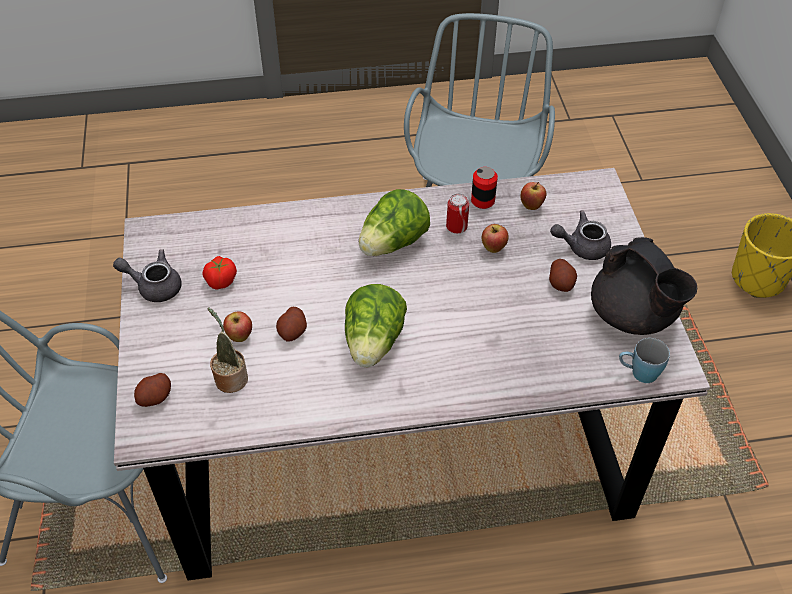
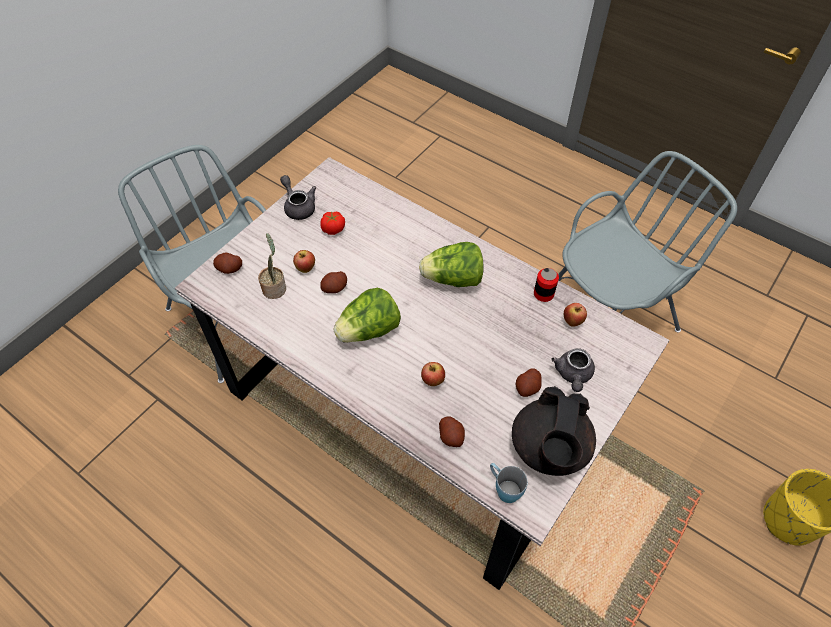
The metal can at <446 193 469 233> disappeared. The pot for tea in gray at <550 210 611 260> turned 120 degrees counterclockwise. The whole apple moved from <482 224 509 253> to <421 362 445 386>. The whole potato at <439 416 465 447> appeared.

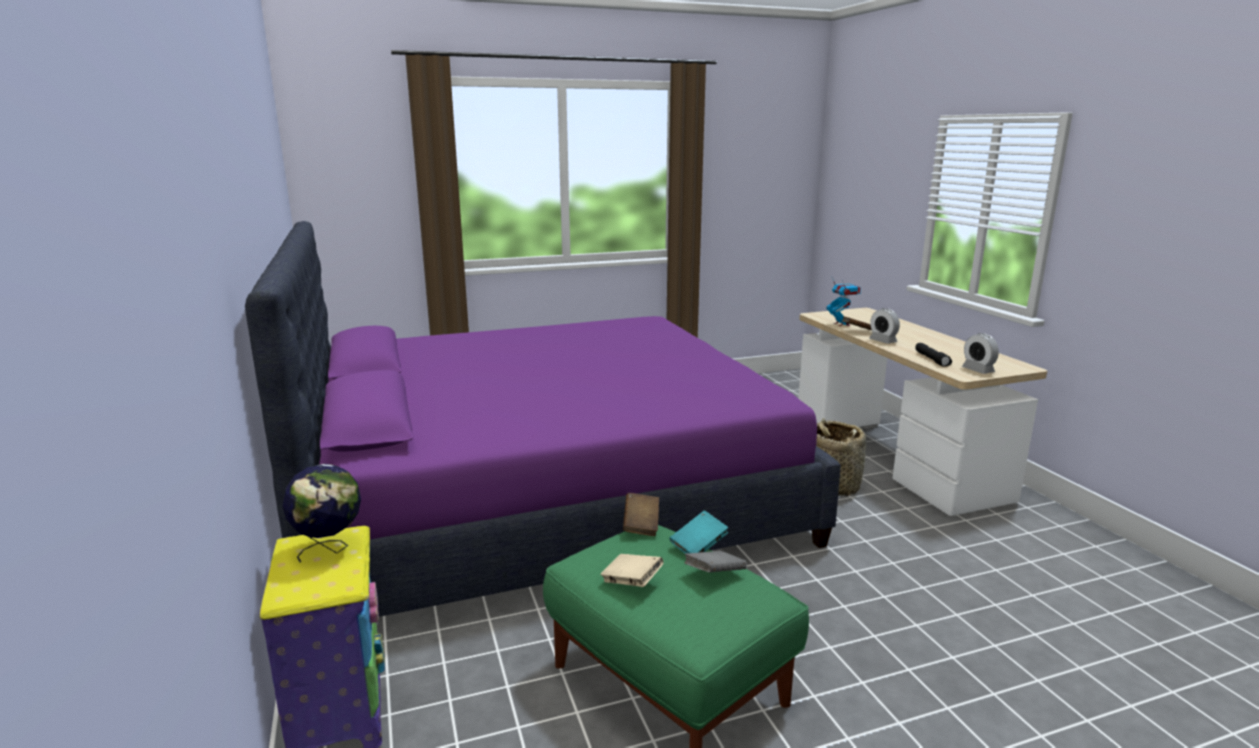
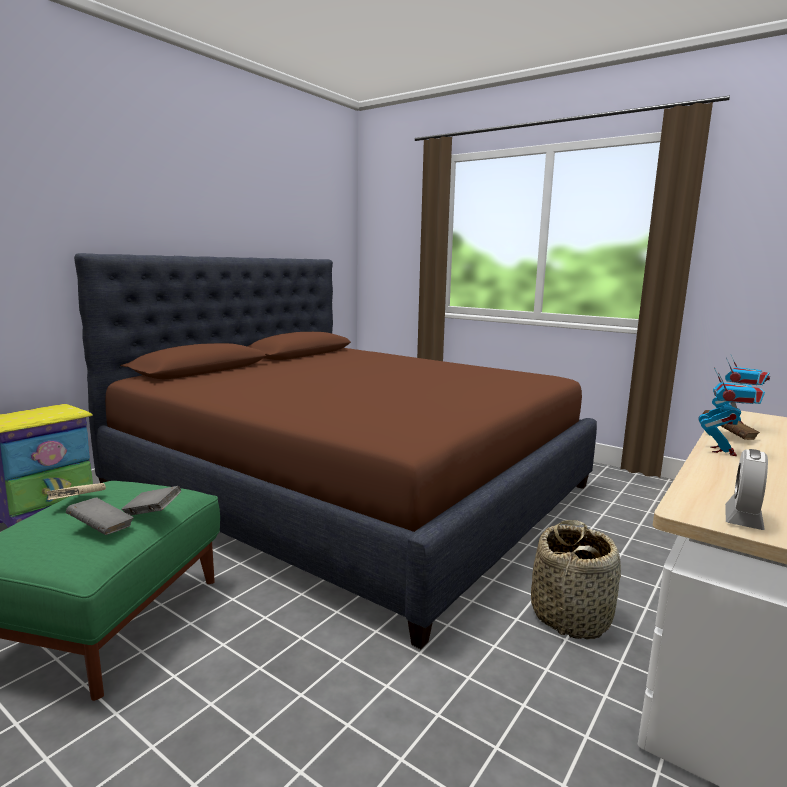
The bed in purple at <245 221 841 617> became the bed in brown at <74 253 597 649>. The bedside clock at <869 308 900 344> was replaced by the model robot at <698 367 765 456>. The flashlight in black at <915 343 952 367> disappeared. The globe at <282 464 361 562> disappeared. The volume in brown at <623 493 659 536> disappeared. The volume in turquoise-coloured at <670 511 728 554> became the volume in gray at <121 486 181 515>.

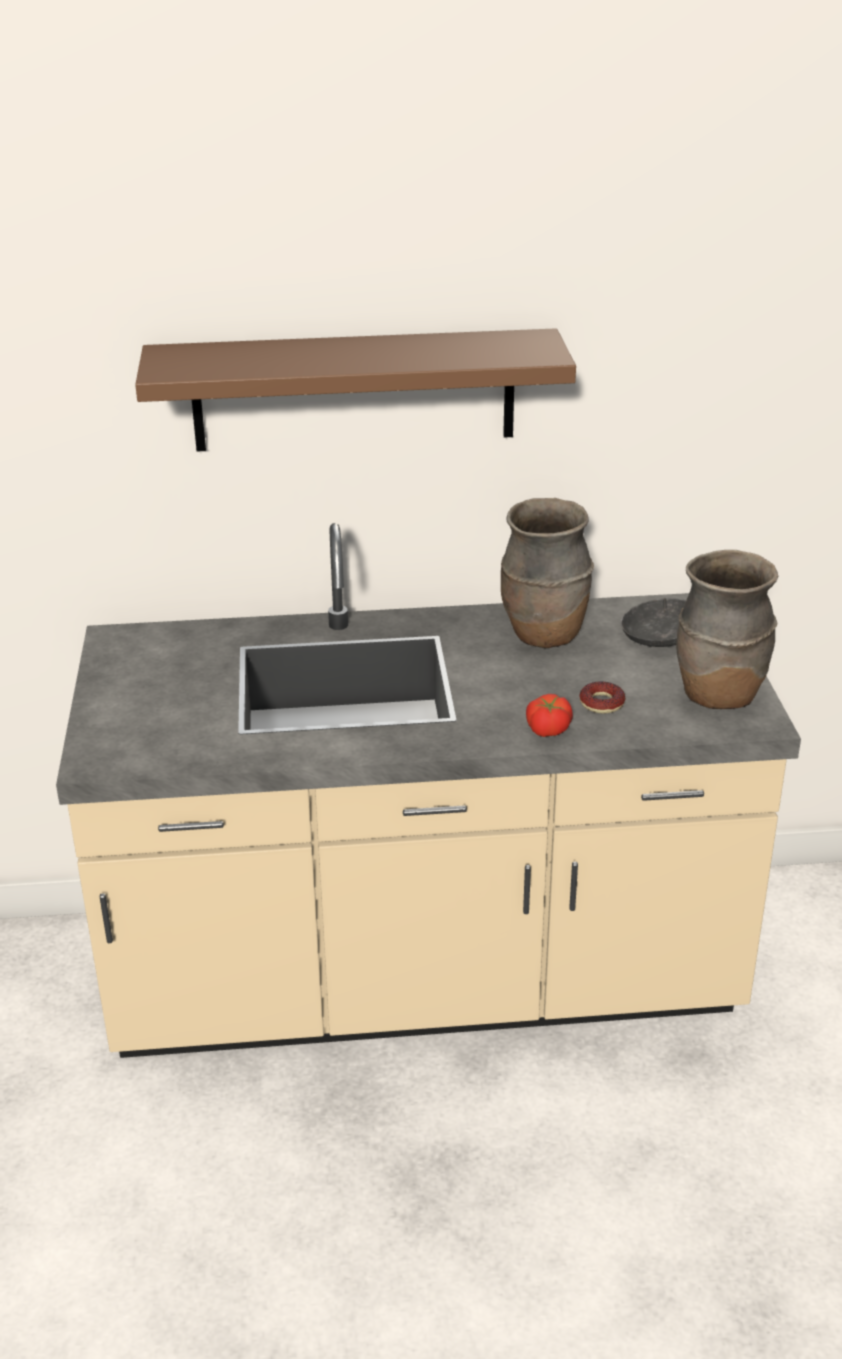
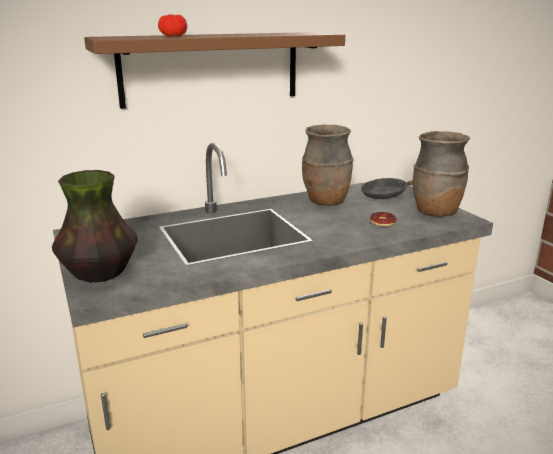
The whole tomato moved from <526 694 573 737> to <158 14 187 36>. The decorative vase at <52 170 138 282> appeared.

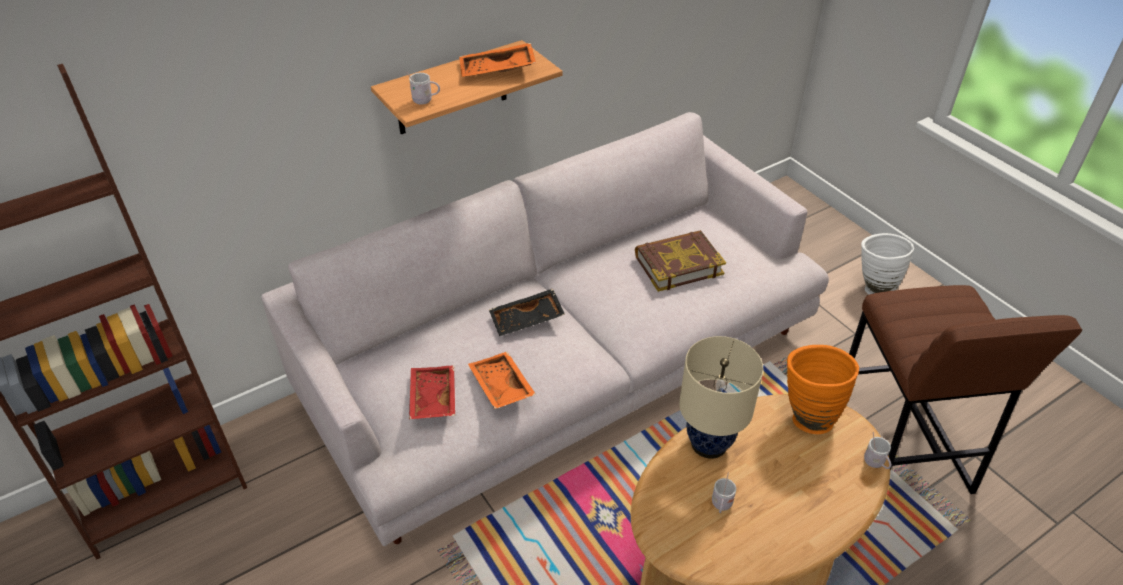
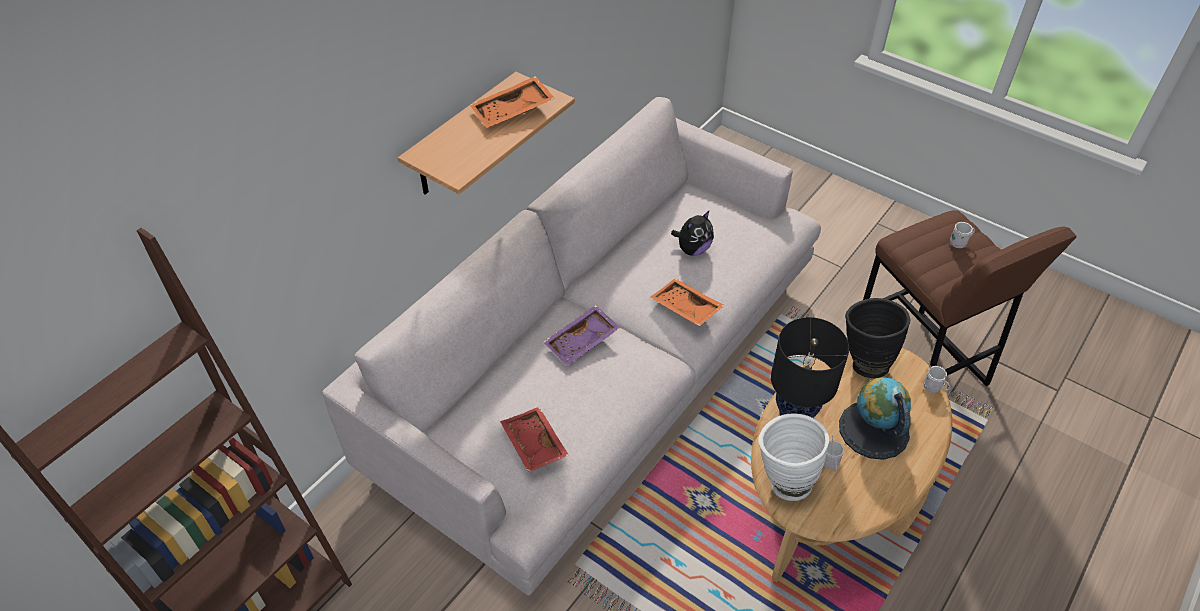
The tea mug in white moved from <406 72 440 105> to <950 222 975 248>. The volume at <635 230 726 292> was replaced by the soft toy at <671 210 714 256>. The decorative vase in white moved from <861 233 914 294> to <758 413 829 501>. The carrying tray in black at <489 289 565 336> became the carrying tray in purple at <544 305 620 365>. The lamp for a table in beige-coloured at <679 336 763 459> became the lamp for a table in black at <771 317 849 418>. The decorative vase in orange at <787 345 859 434> became the decorative vase in black at <845 298 910 378>. The carrying tray in orange moved from <468 352 536 409> to <650 278 725 326>. The globe at <839 377 911 460> appeared.

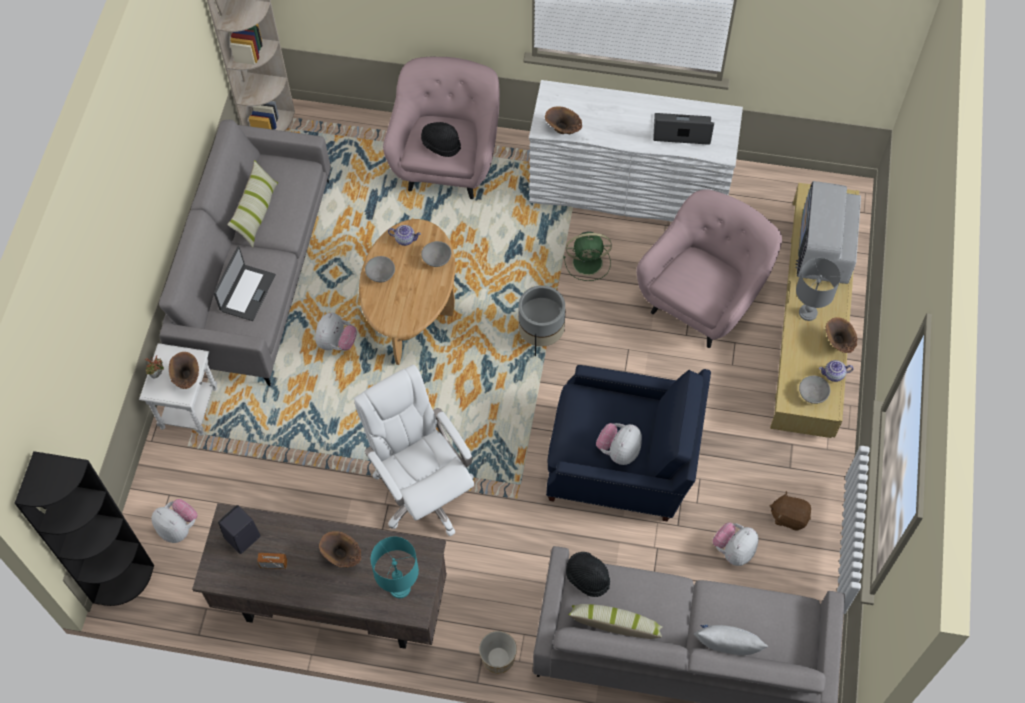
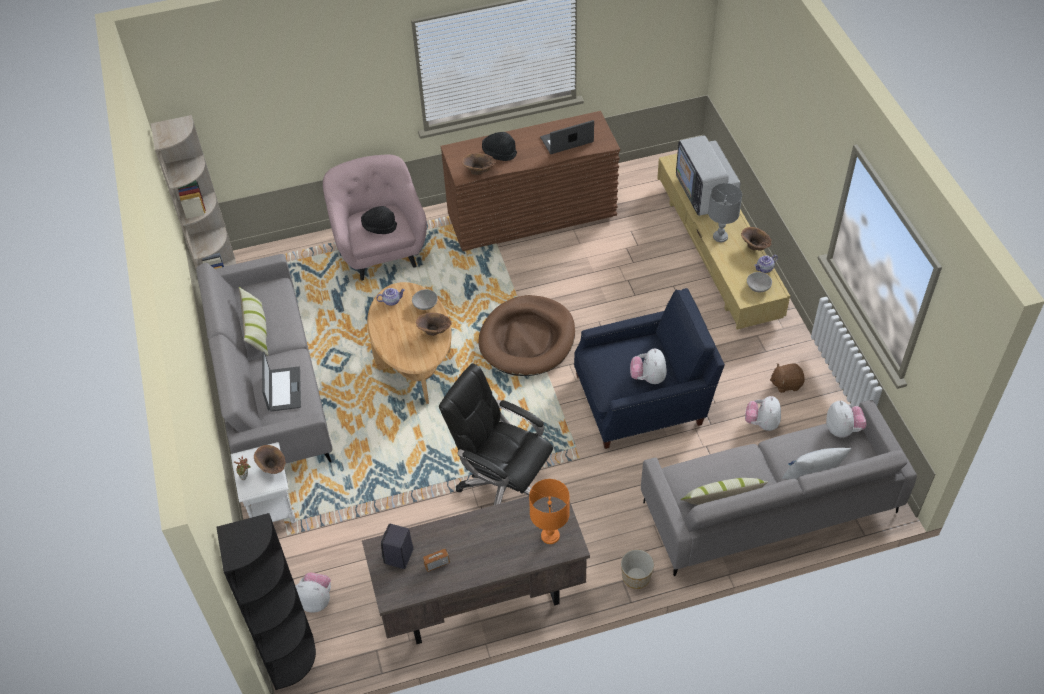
The chest of drawers in white at <529 80 743 222> became the chest of drawers in brown at <441 111 620 251>. The easy chair in pink-coloured at <636 189 782 348> disappeared. The electric fan in greenish at <563 231 612 281> disappeared. The deep dish in gray at <365 256 395 282> disappeared. The flower pot in gray at <518 285 566 356> was replaced by the pet bed in brown at <479 295 575 376>. The soft toy moved from <315 313 357 350> to <826 401 866 437>. The computer chair in white at <354 365 474 536> became the computer chair in black at <439 363 553 505>. The decorative vase in brown moved from <319 531 361 567> to <416 313 451 336>. The lamp for a table in turquoise-coloured at <371 537 419 598> became the lamp for a table in orange at <529 479 570 544>. The clothing hat in black moved from <566 552 610 597> to <482 132 517 161>.

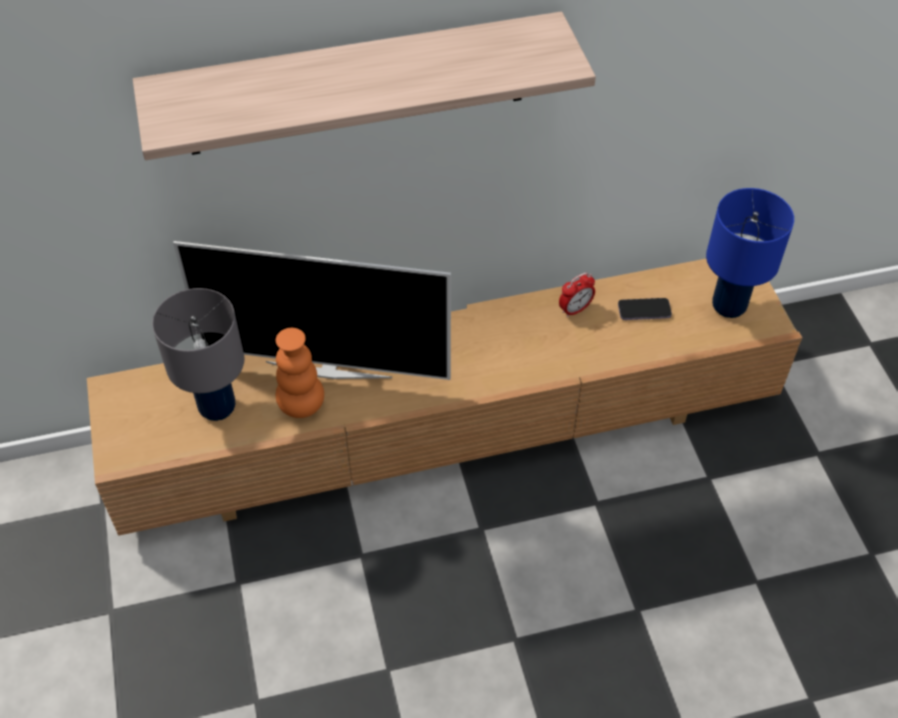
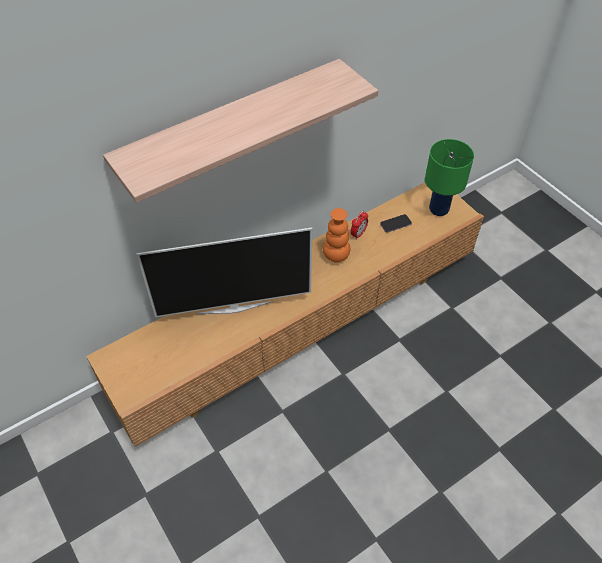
The lamp for a table in bluish at <706 188 794 318> became the lamp for a table in greenish at <425 139 474 216>. The lamp for a table in gray at <152 288 244 421> disappeared. The decorative vase in orange moved from <276 328 324 418> to <323 208 350 263>.

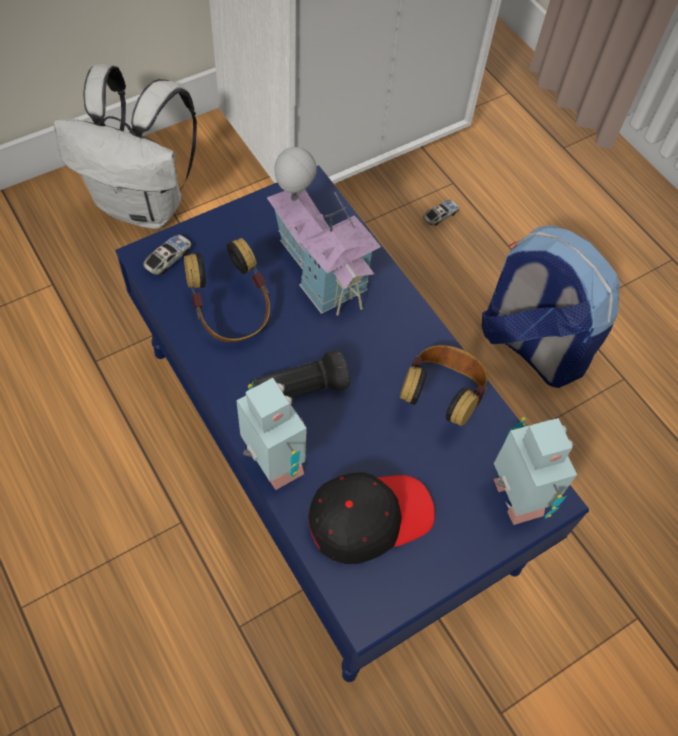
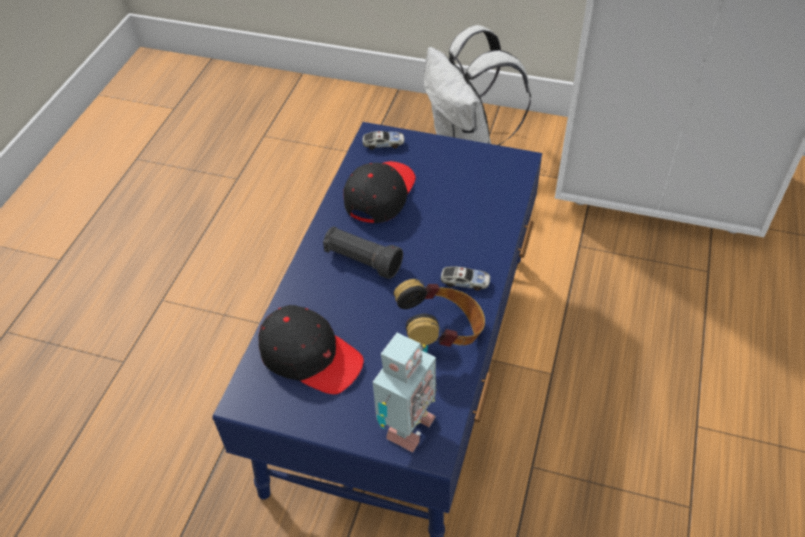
The miniature house at <267 147 381 316> disappeared. The miniature car moved from <423 200 459 226> to <441 266 490 291>. The backpack at <482 225 619 388> disappeared. The headset at <184 238 270 342> was replaced by the baseball cap in black at <343 161 416 223>. The model robot at <236 378 307 490> disappeared.

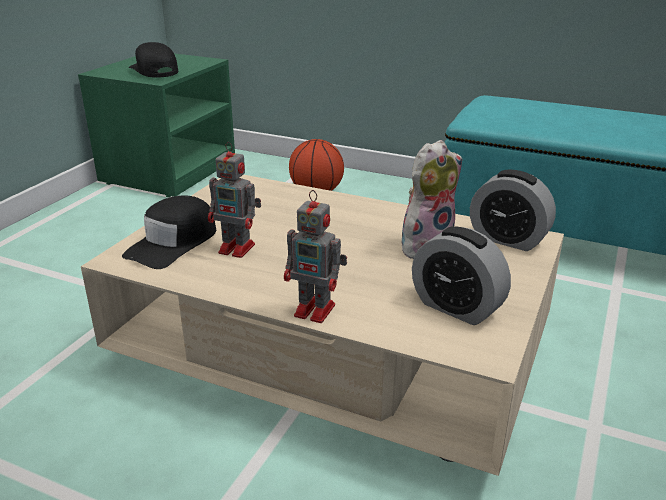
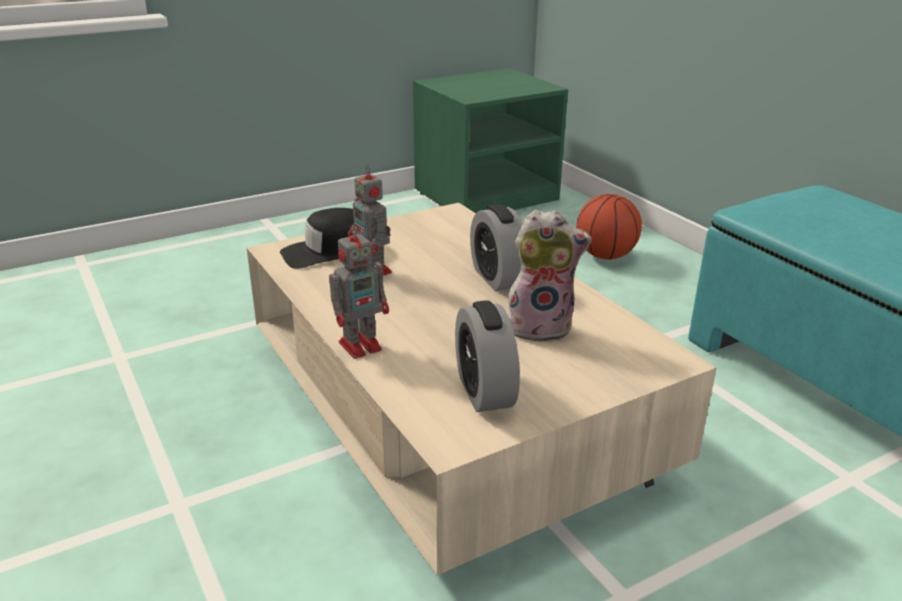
The baseball cap in black at <129 42 179 78> disappeared. The bedside clock moved from <470 170 556 251> to <470 204 523 291>. The model robot at <284 190 347 323> turned 90 degrees counterclockwise.

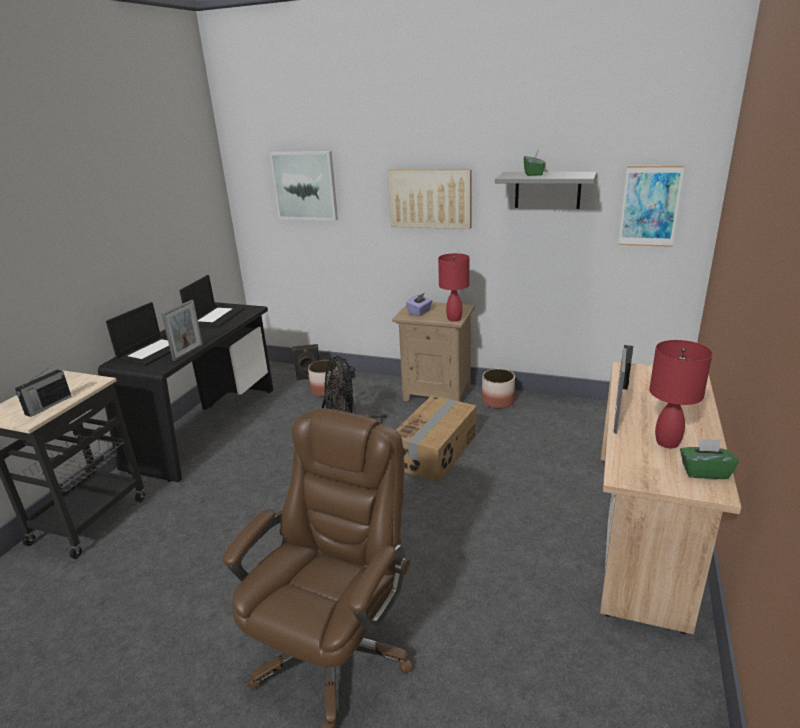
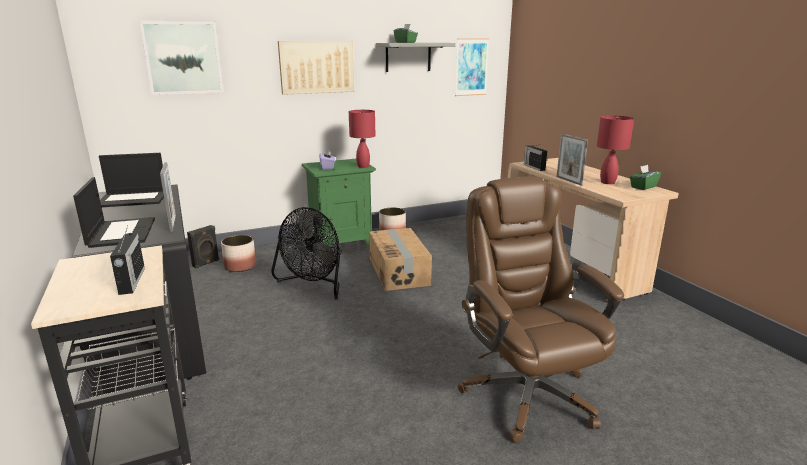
The portable computer at <179 275 244 327> turned 105 degrees clockwise. The nightstand in beige-coloured at <392 302 475 402> became the nightstand in greenish at <302 159 376 246>.

